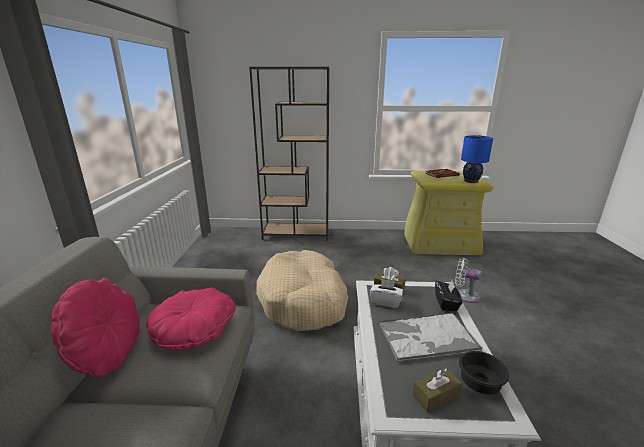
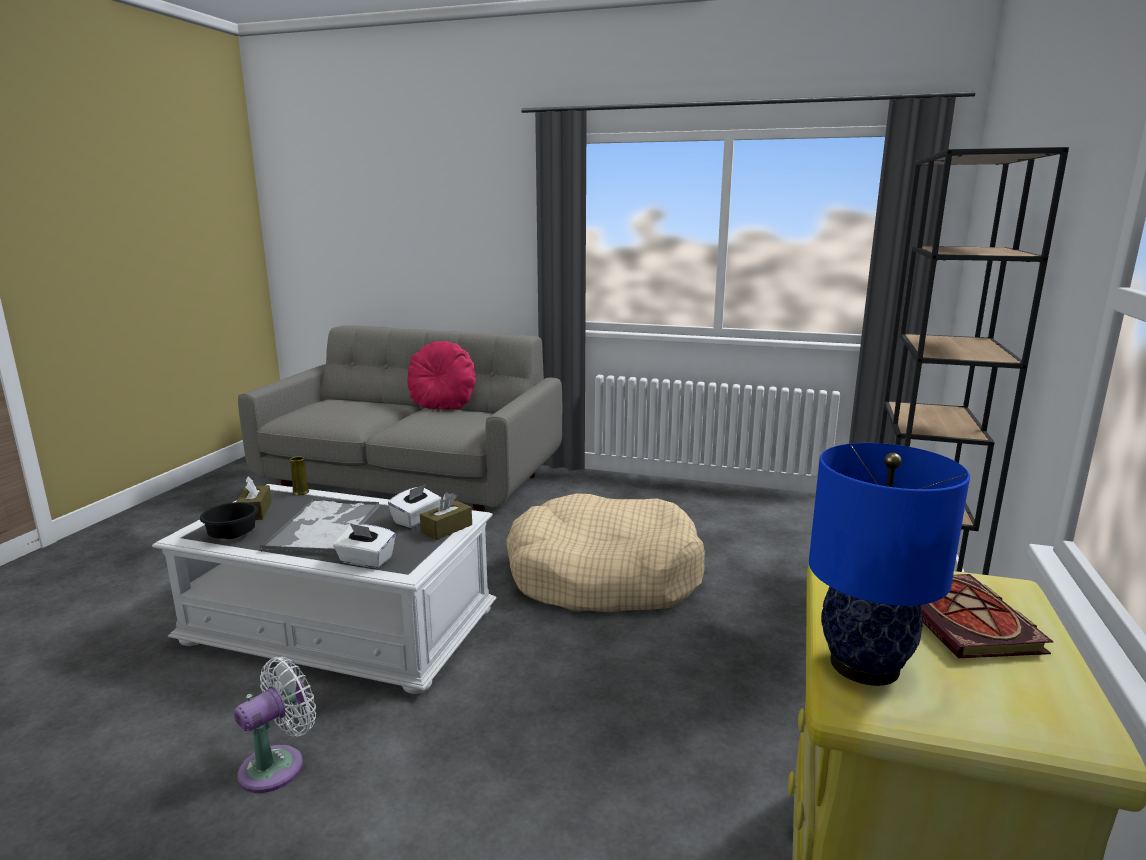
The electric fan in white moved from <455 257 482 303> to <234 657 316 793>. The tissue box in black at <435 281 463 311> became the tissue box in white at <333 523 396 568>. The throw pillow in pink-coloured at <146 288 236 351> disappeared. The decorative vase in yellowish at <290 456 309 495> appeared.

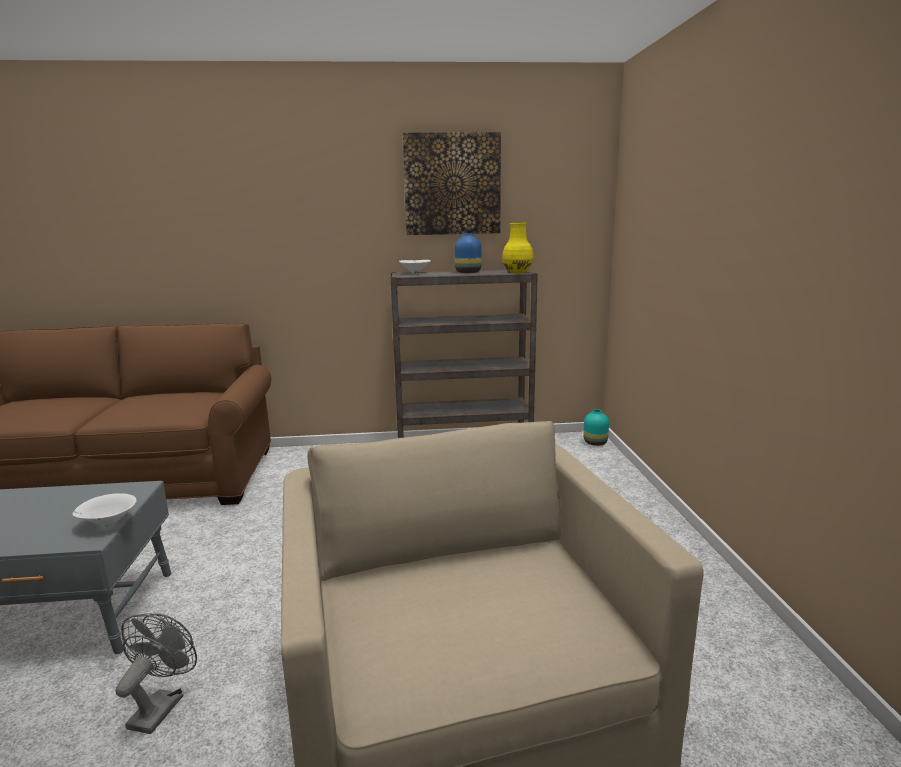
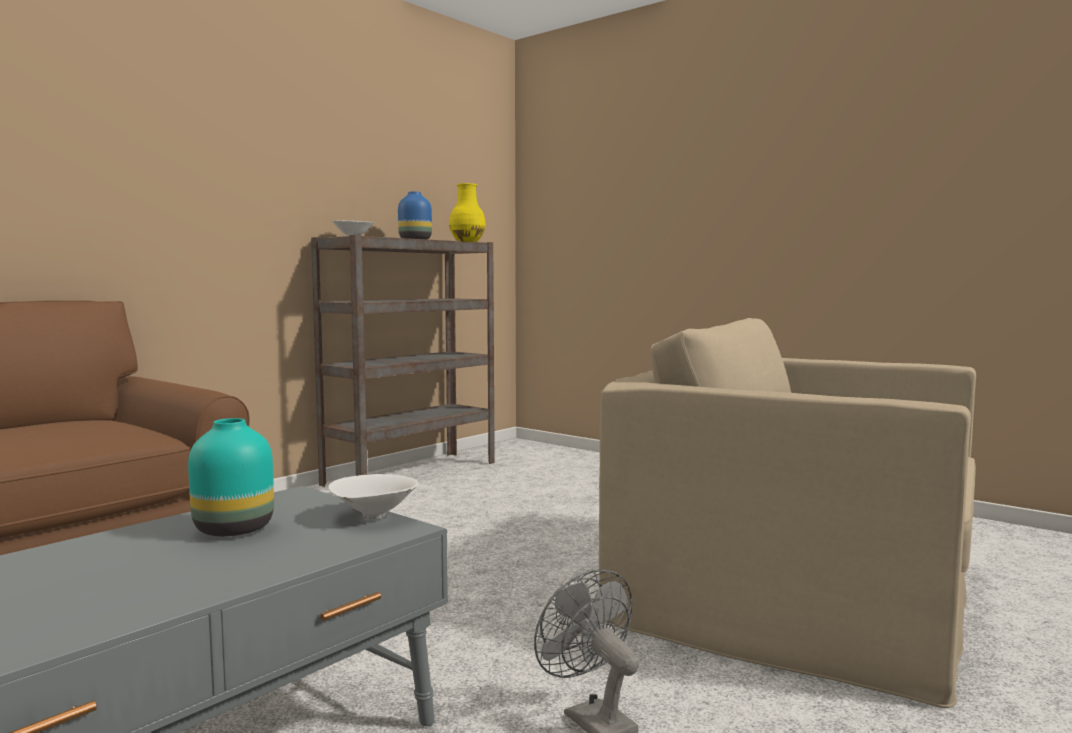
The wall picture at <403 132 501 235> disappeared. The decorative vase in turquoise-coloured moved from <583 409 609 446> to <188 418 274 536>.

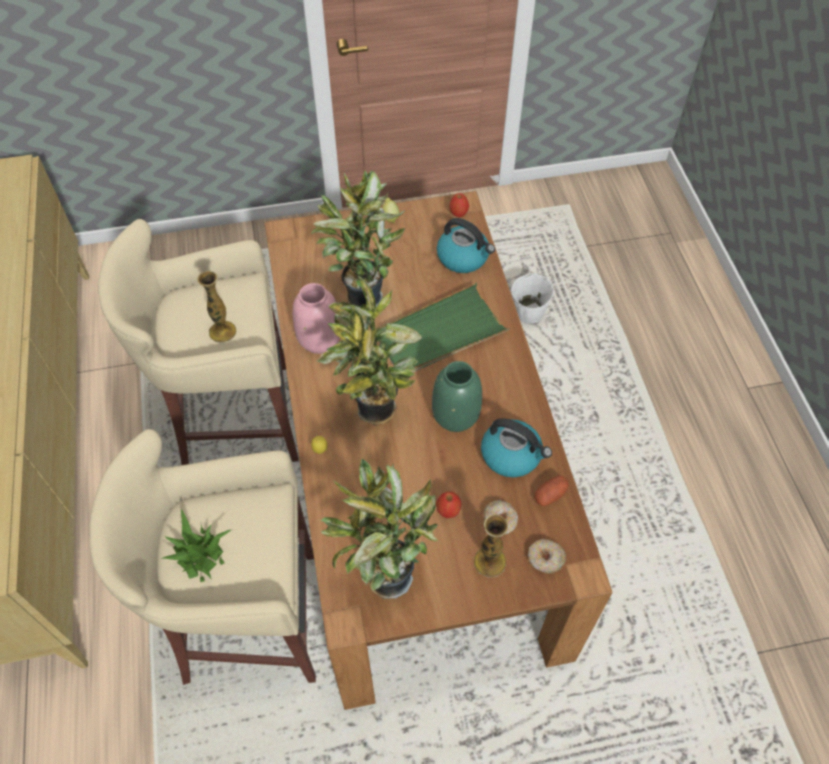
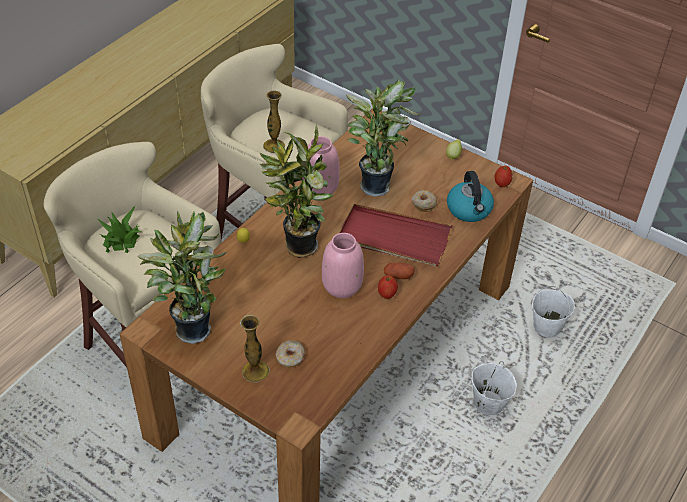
The carrying tray in greenish at <376 283 510 373> became the carrying tray in red-coloured at <339 204 452 266>. The decorative vase in greenish at <432 361 482 432> became the decorative vase in pink-coloured at <322 233 364 298>. The tea kettle at <481 418 552 477> disappeared. The whole potato moved from <534 475 569 506> to <384 263 415 279>. The whole apple moved from <436 492 461 518> to <378 275 398 299>. The donut moved from <528 539 566 574> to <412 190 437 212>. The pail in white at <472 361 517 415> appeared.

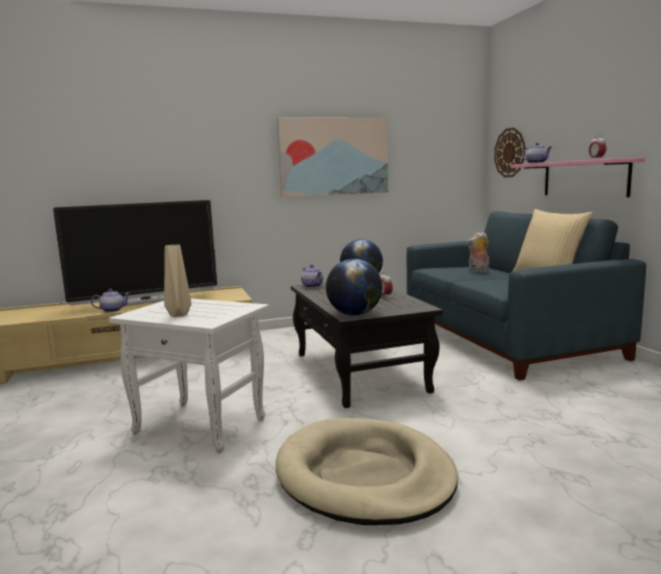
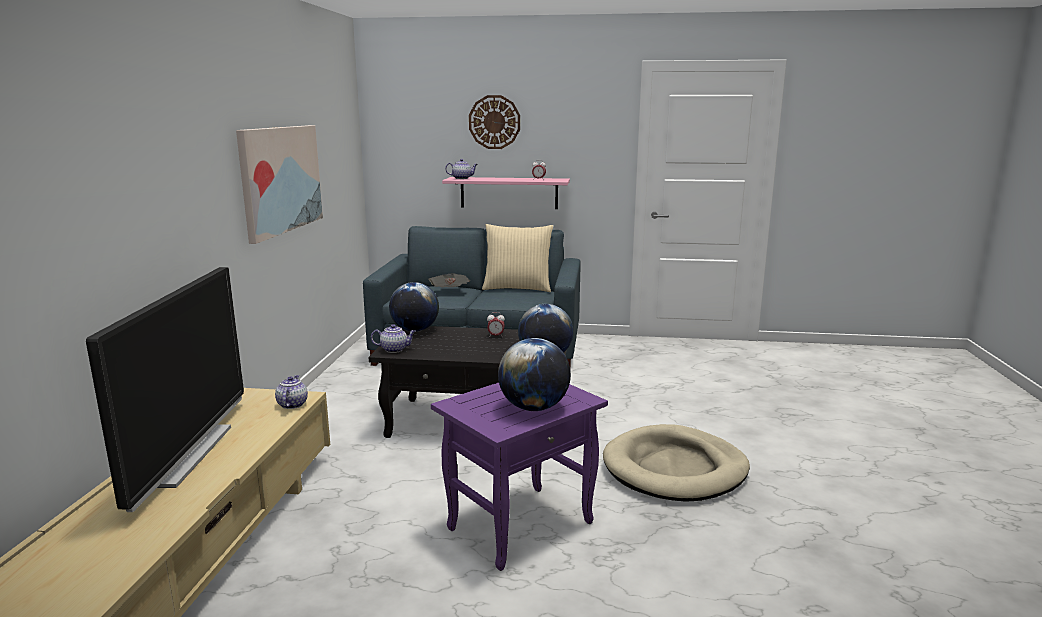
The wall clock moved from <494 128 525 177> to <469 95 520 149>. The soft toy at <466 232 489 273> was replaced by the newspaper at <428 273 470 287>. The decorative vase in beige-coloured at <164 245 191 317> was replaced by the globe at <498 338 571 411>. The pot for tea moved from <91 289 131 312> to <275 375 308 409>. The accent table in white at <109 299 269 453> became the accent table in purple at <431 383 608 571>.

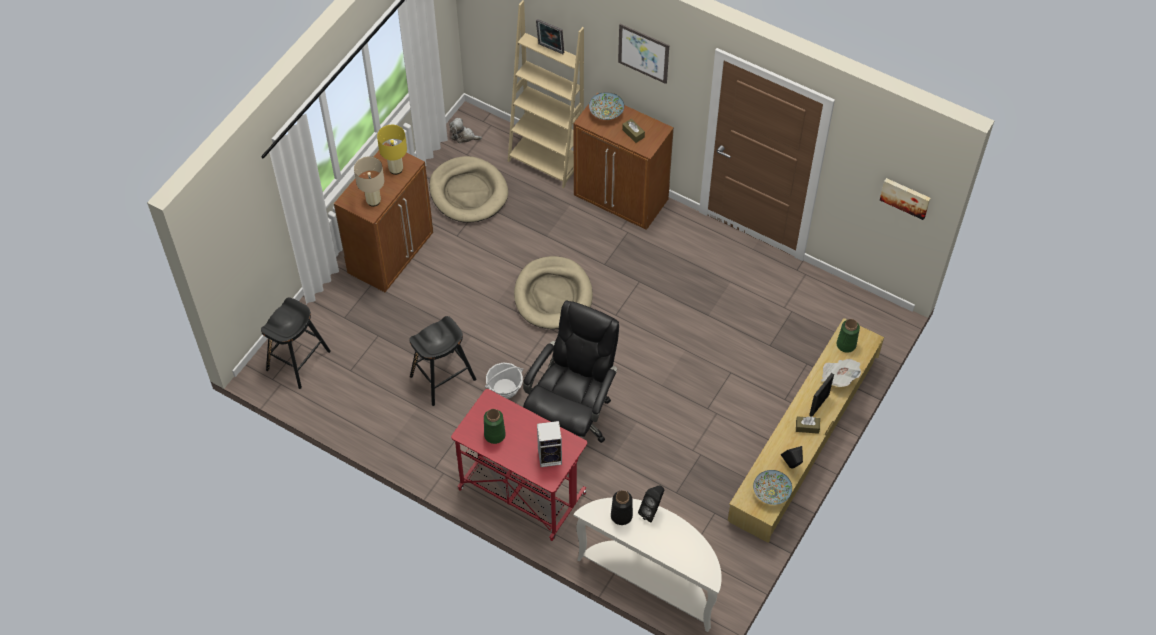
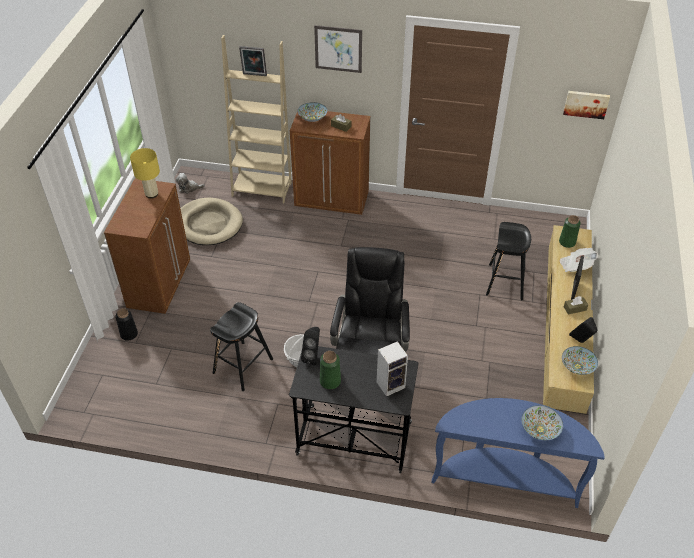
The lamp for a table in beige-coloured at <354 156 384 207> disappeared. The pet bed in beige-coloured at <514 256 593 329> disappeared. The stool seat in black moved from <261 298 331 389> to <486 222 531 300>. The desk in red-coloured at <451 389 587 541> became the desk in black at <289 346 418 473>. The speaker in black moved from <638 485 664 522> to <301 327 320 365>. The decorative vase in black moved from <611 490 633 525> to <115 308 138 341>. The hall table in white at <573 497 722 632> became the hall table in bluish at <431 398 605 508>. The deep dish at <522 405 563 440> appeared.

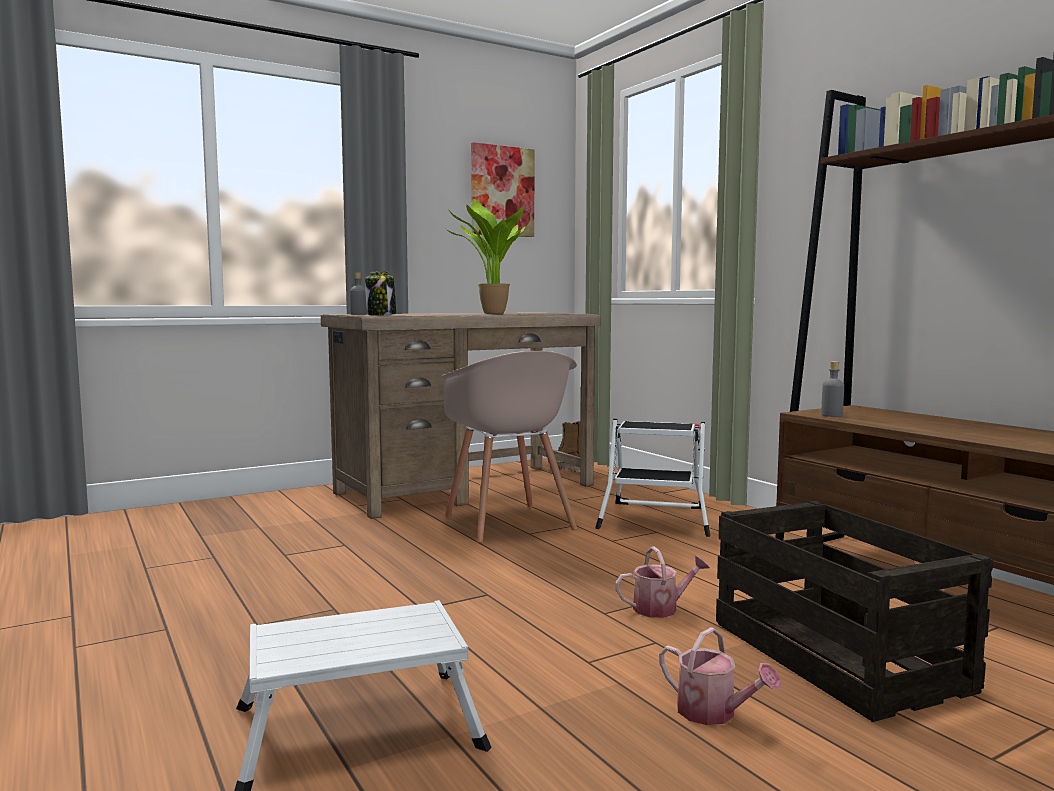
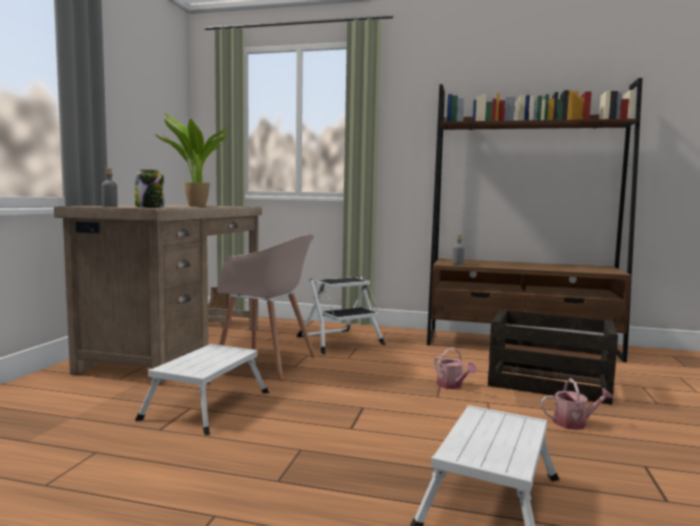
The wall picture at <471 142 534 237> disappeared. The sprinkling can at <615 546 710 618> turned 120 degrees clockwise. The step ladder in white at <135 344 269 435> appeared.

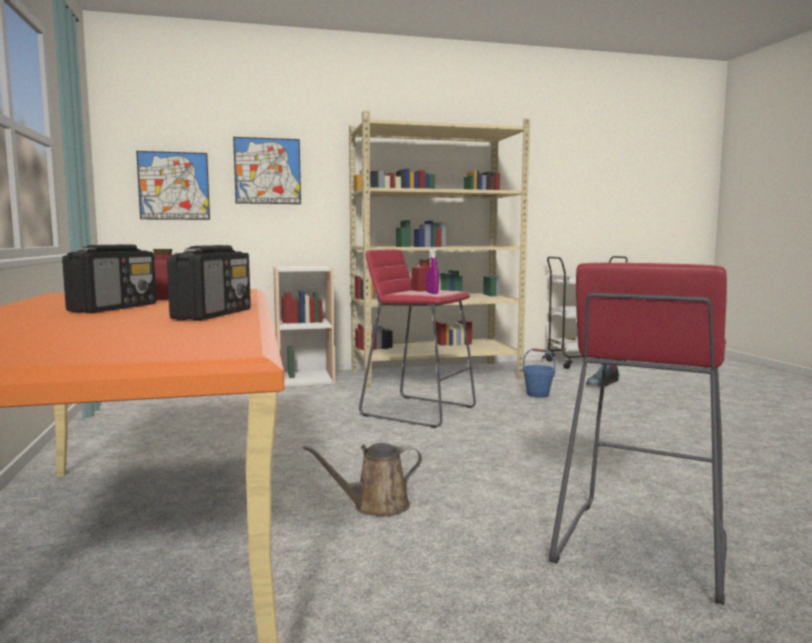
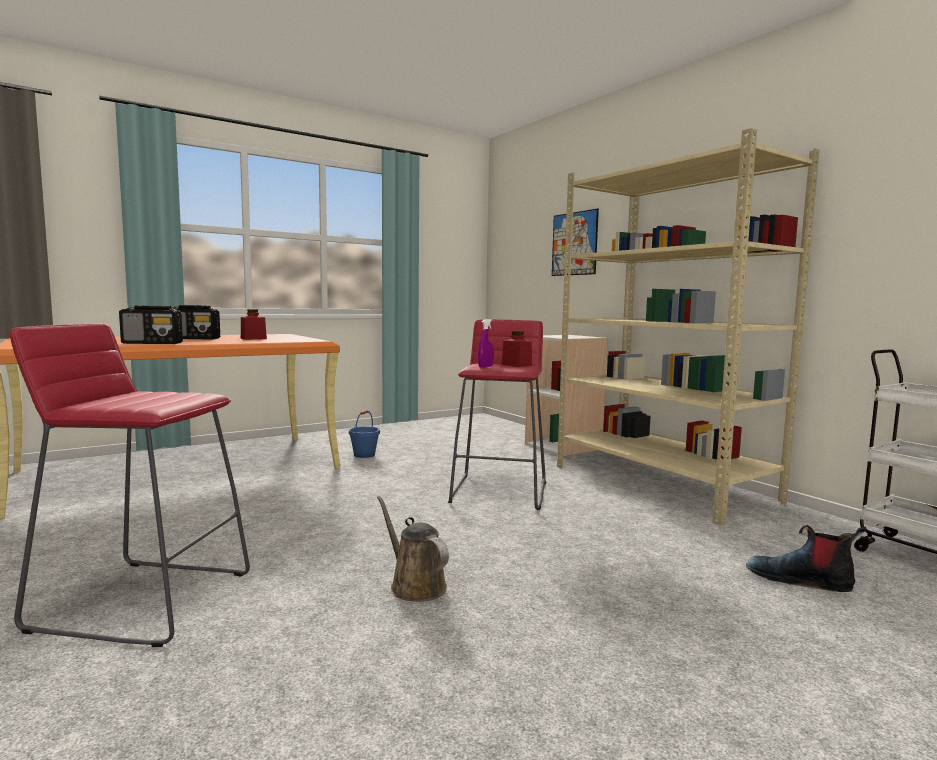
The wall picture at <136 151 210 220> disappeared. The pail in bluish moved from <522 348 555 398> to <349 410 380 458>. The sprinkling can in brown moved from <303 443 422 516> to <377 496 449 602>.

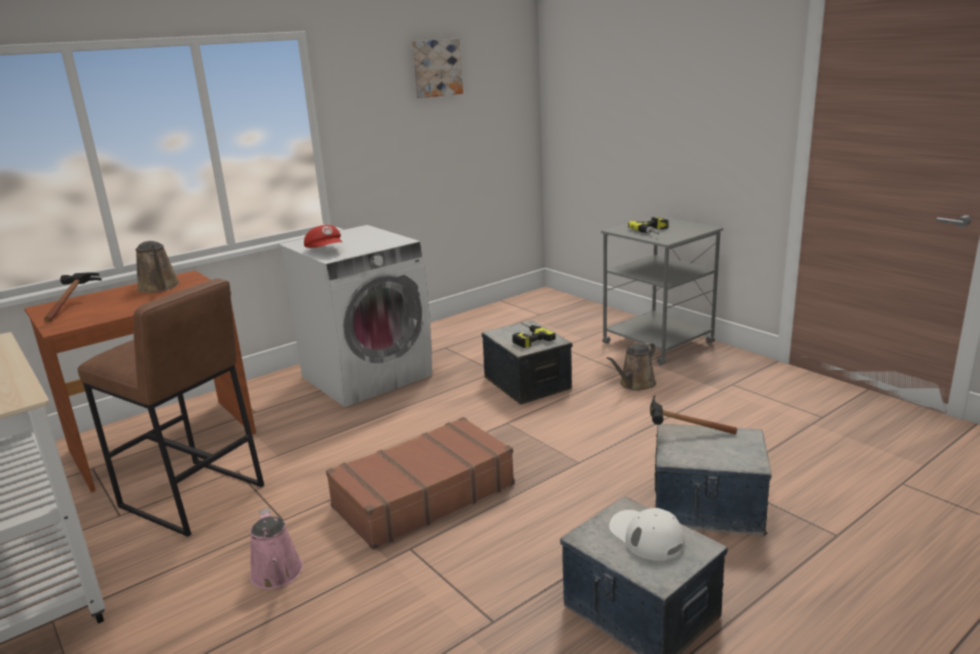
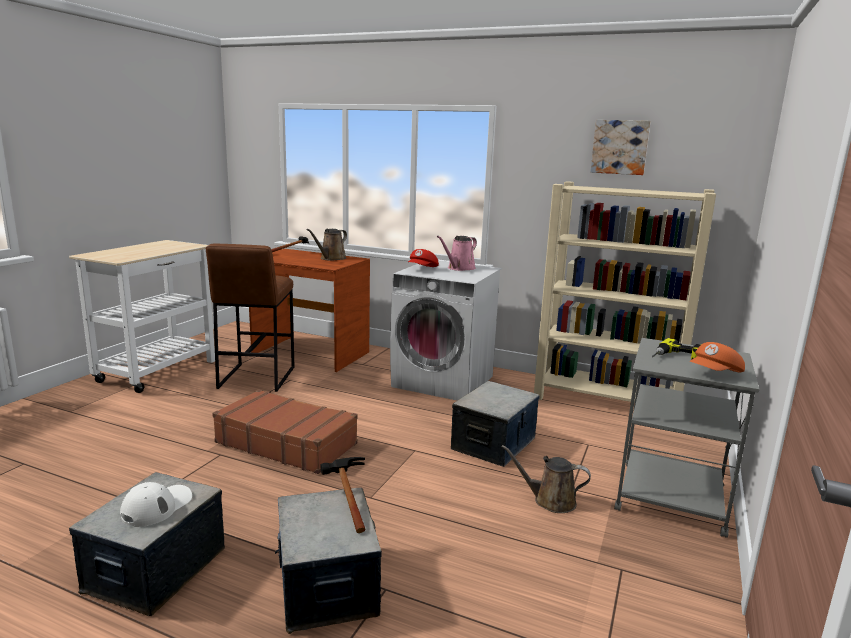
The drill at <512 323 556 348> disappeared. The sprinkling can in pink-coloured moved from <250 508 303 589> to <437 236 477 271>. The bookcase in beige-coloured at <534 181 716 403> appeared. The baseball cap in orange at <690 342 745 372> appeared.

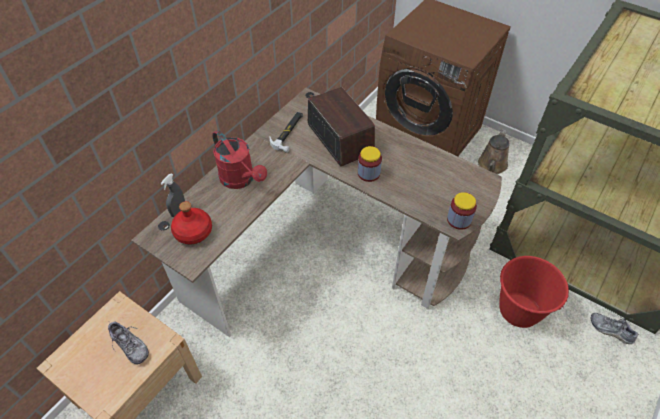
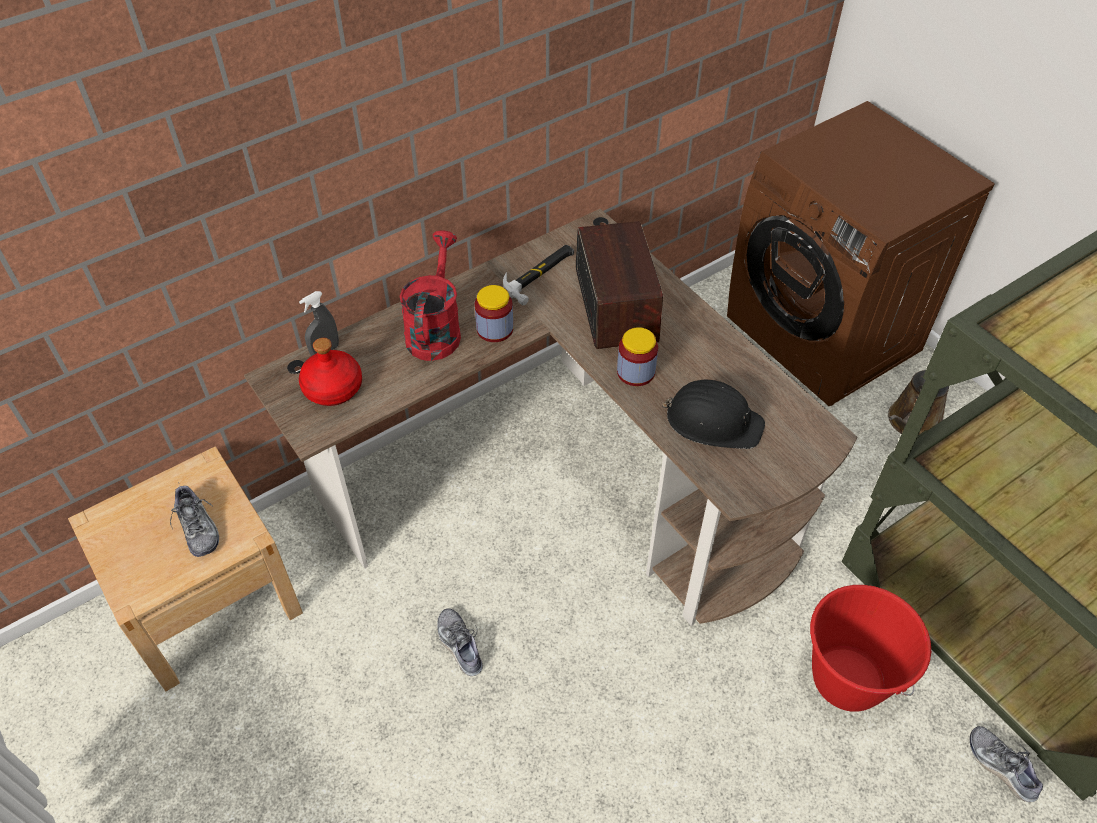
The sprinkling can in red-coloured at <212 130 267 189> turned 150 degrees counterclockwise. The preserve jar moved from <447 192 477 230> to <475 285 513 342>. The hard hat in black at <662 380 765 449> appeared. The low shoe at <437 608 483 676> appeared.

